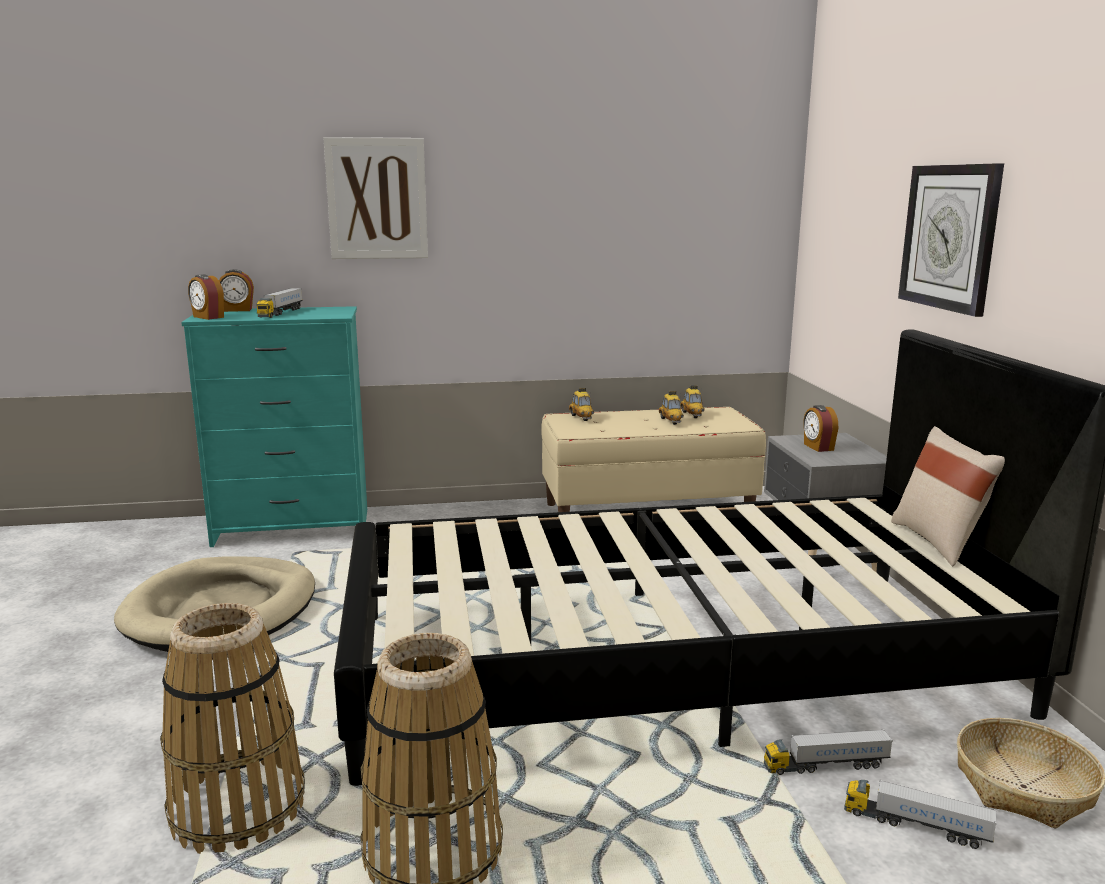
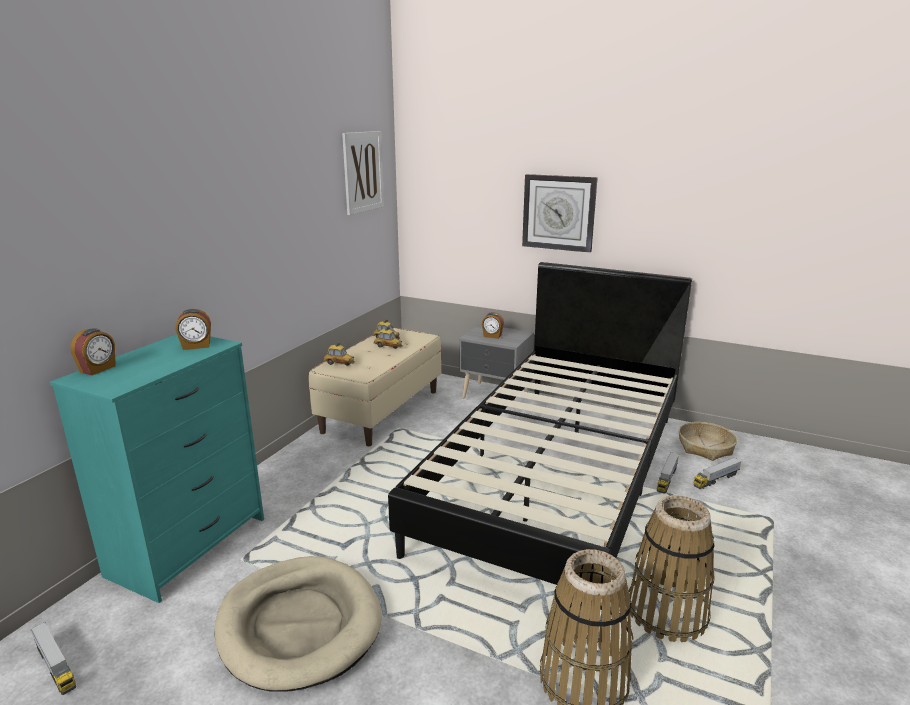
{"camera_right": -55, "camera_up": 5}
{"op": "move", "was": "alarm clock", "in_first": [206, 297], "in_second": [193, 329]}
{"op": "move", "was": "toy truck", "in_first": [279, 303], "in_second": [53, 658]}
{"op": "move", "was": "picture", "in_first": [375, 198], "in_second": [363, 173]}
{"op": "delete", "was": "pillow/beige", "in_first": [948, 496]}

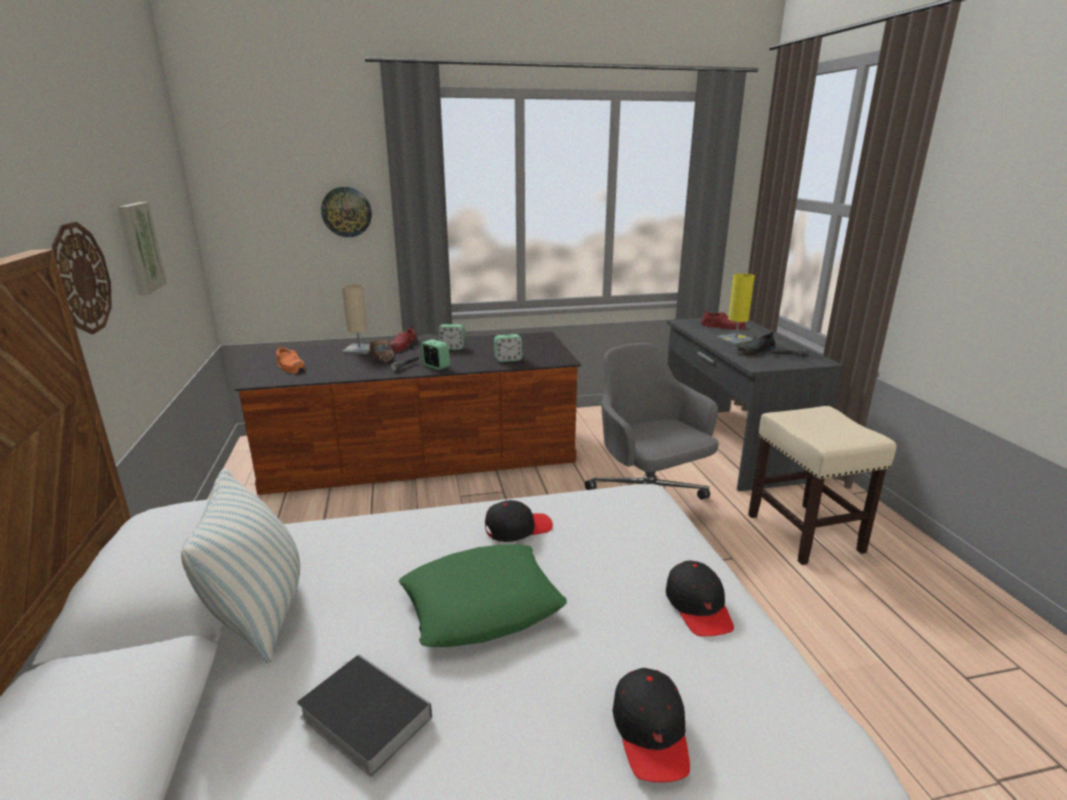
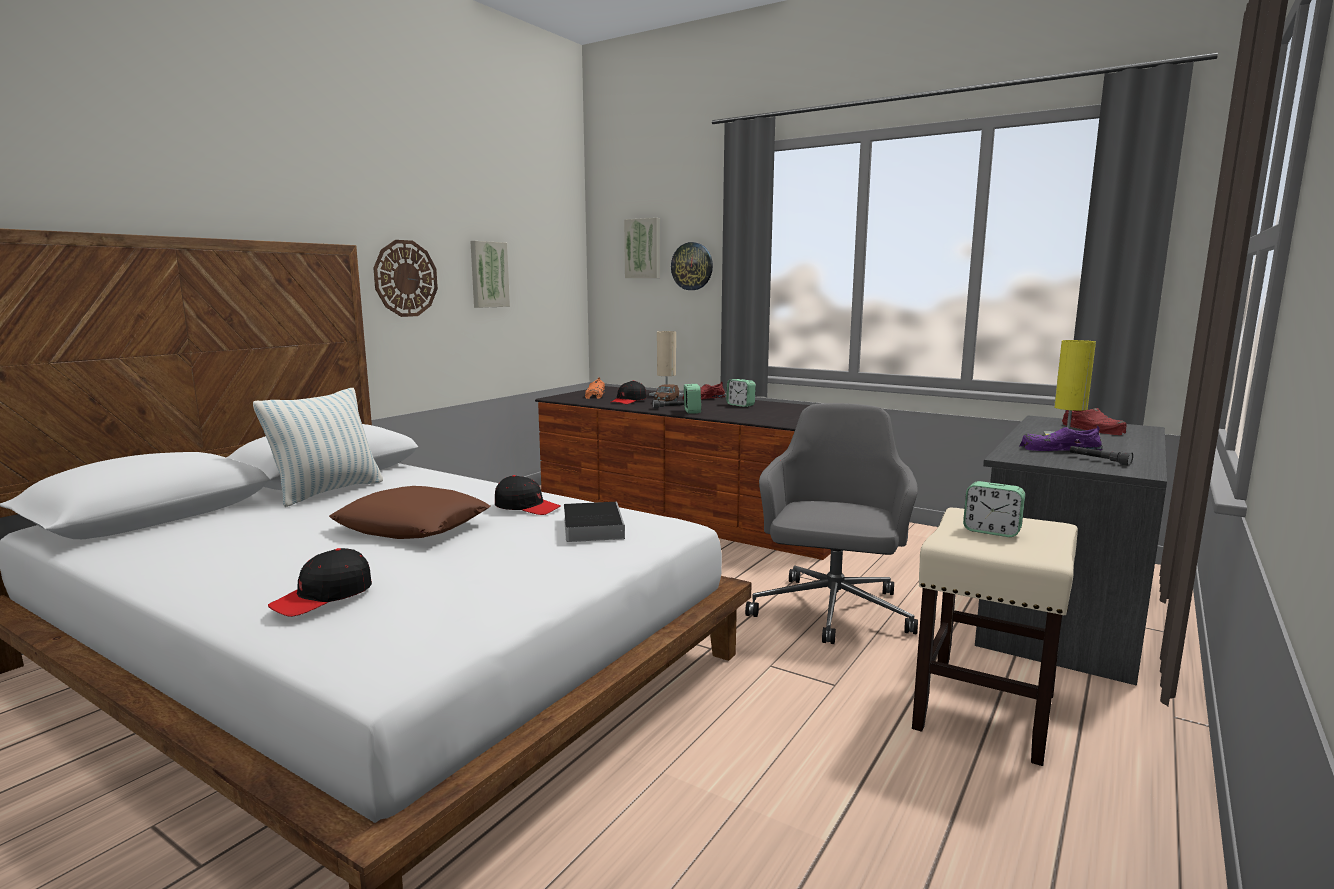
{"camera_right": 45, "camera_up": -10}
{"op": "move", "was": "book", "in_first": [364, 715], "in_second": [594, 522]}
{"op": "recolor", "was": "pillow/green", "now": "pillow/brown", "in_first": [483, 595], "in_second": [409, 512]}
{"op": "move", "was": "alarm clock", "in_first": [508, 348], "in_second": [994, 509]}
{"op": "move", "was": "cap/black", "in_first": [700, 598], "in_second": [628, 392]}
{"op": "recolor", "was": "shoe/black", "now": "shoe/purple", "in_first": [756, 344], "in_second": [1061, 438]}
{"op": "insert", "now": "picture", "in_second": [642, 248]}

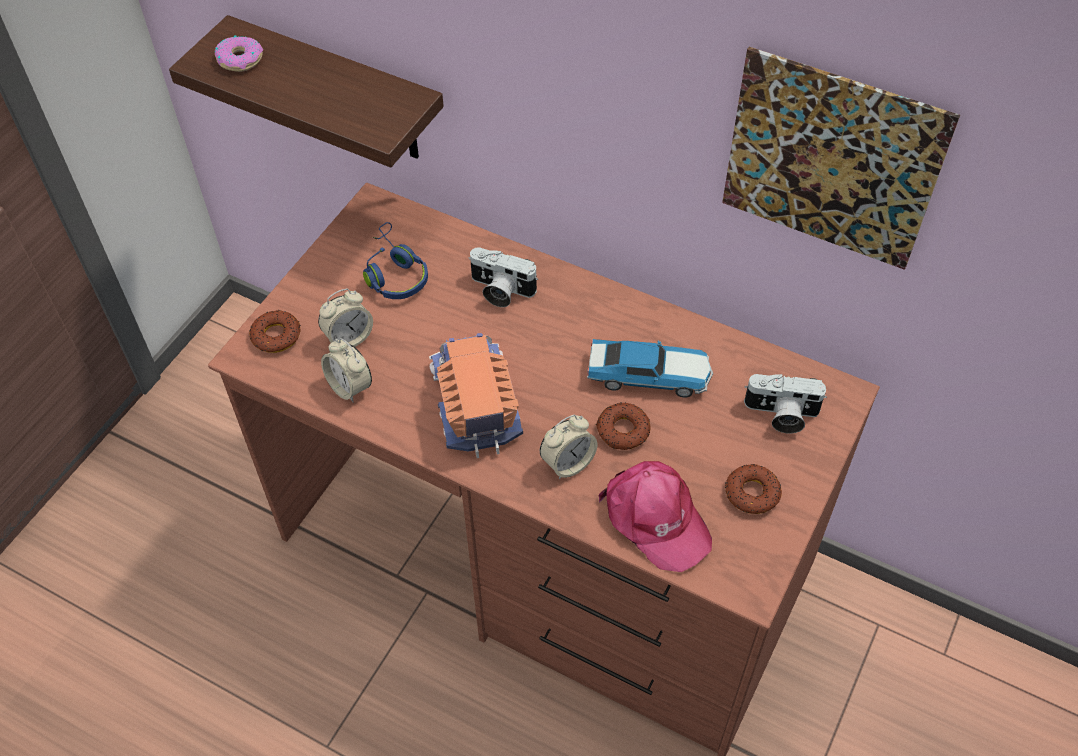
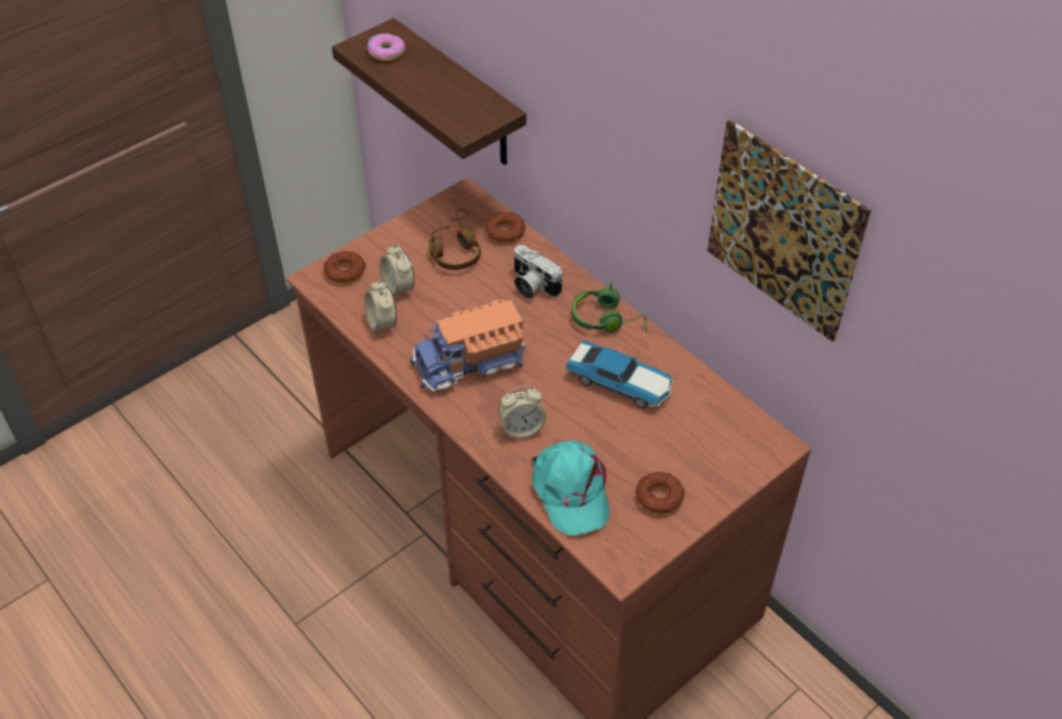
{"camera_right": 20, "camera_up": -5}
{"op": "rotate", "was": "alarm clock", "in_first": [345, 318], "in_second": [397, 271], "clockwise": 75}
{"op": "recolor", "was": "headphones/blue", "now": "headphones/brown", "in_first": [395, 260], "in_second": [455, 239]}
{"op": "rotate", "was": "toy truck", "in_first": [476, 395], "in_second": [467, 345], "clockwise": -120}
{"op": "move", "was": "donut", "in_first": [623, 426], "in_second": [505, 227]}
{"op": "recolor", "was": "cap/pink", "now": "cap/turquoise", "in_first": [655, 516], "in_second": [570, 488]}
{"op": "delete", "was": "photo camera", "in_first": [785, 404]}
{"op": "insert", "now": "headphones/green", "in_second": [609, 307]}

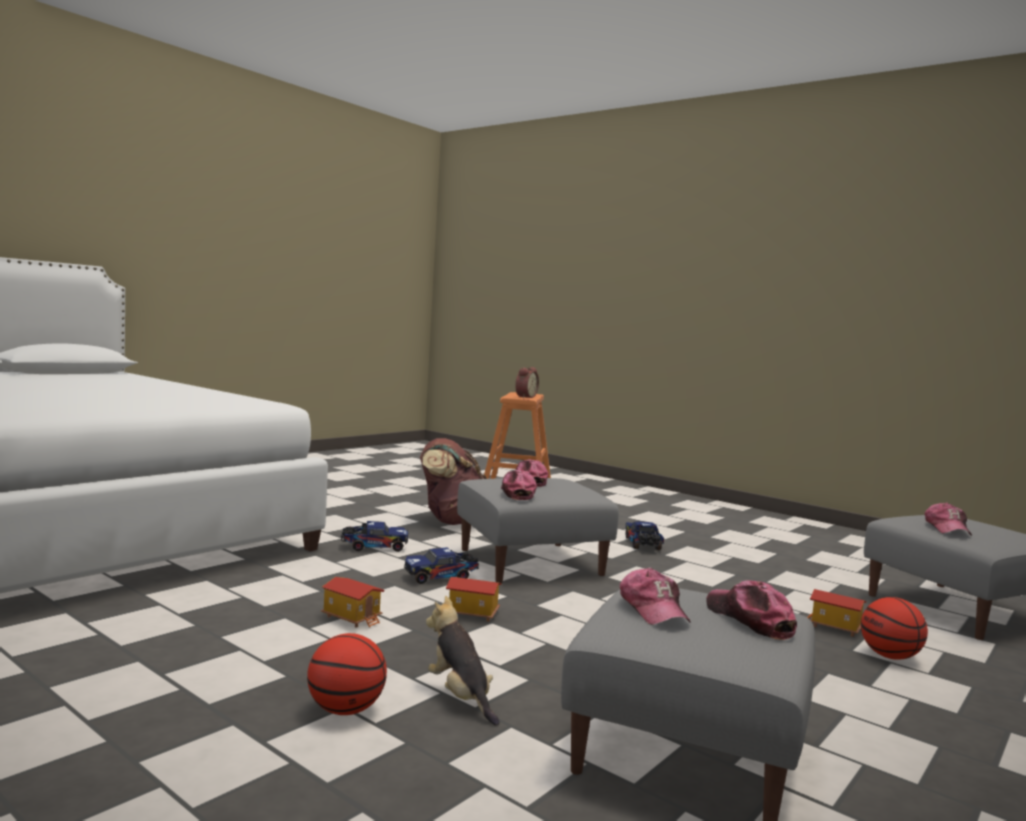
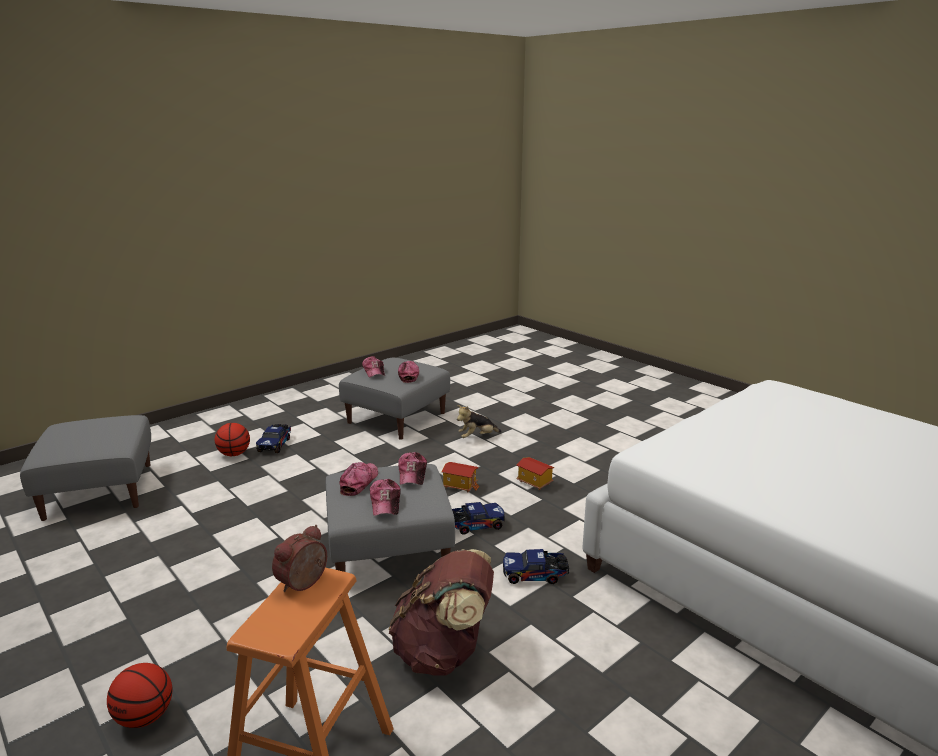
{"camera_right": -170, "camera_up": 15}
{"op": "move", "was": "basketball", "in_first": [347, 674], "in_second": [139, 695]}
{"op": "rotate", "was": "plush toy", "in_first": [462, 661], "in_second": [479, 421], "clockwise": 90}
{"op": "move", "was": "toy truck", "in_first": [645, 535], "in_second": [273, 438]}
{"op": "delete", "was": "toy house", "in_first": [837, 613]}
{"op": "move", "was": "cap", "in_first": [948, 519], "in_second": [358, 479]}

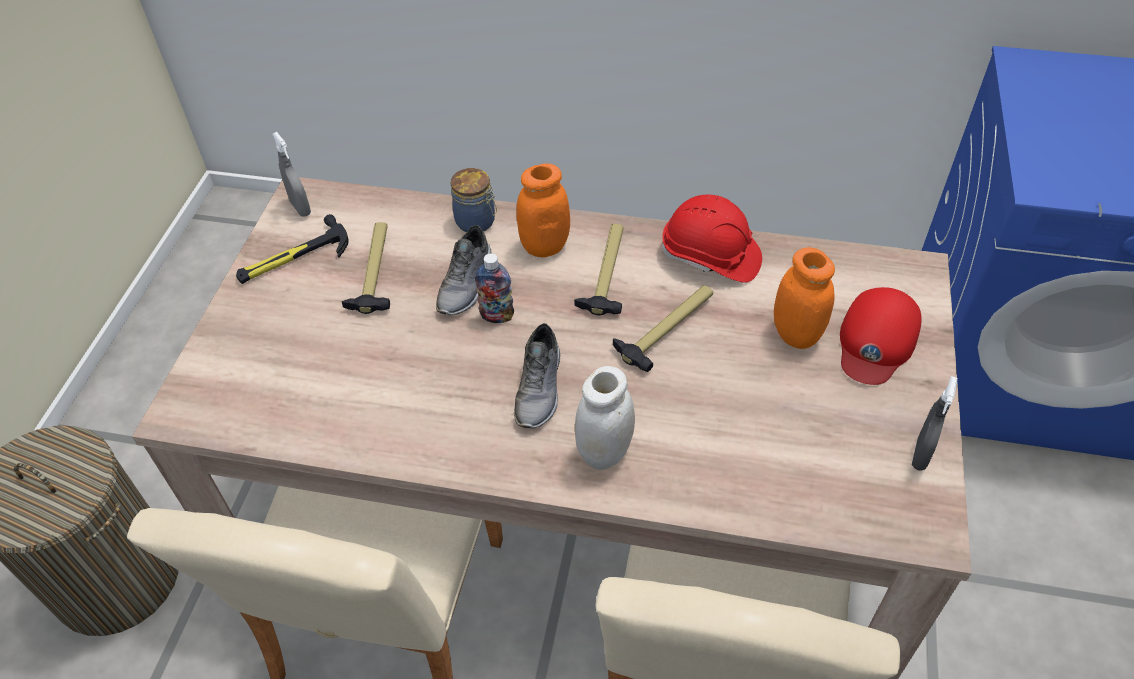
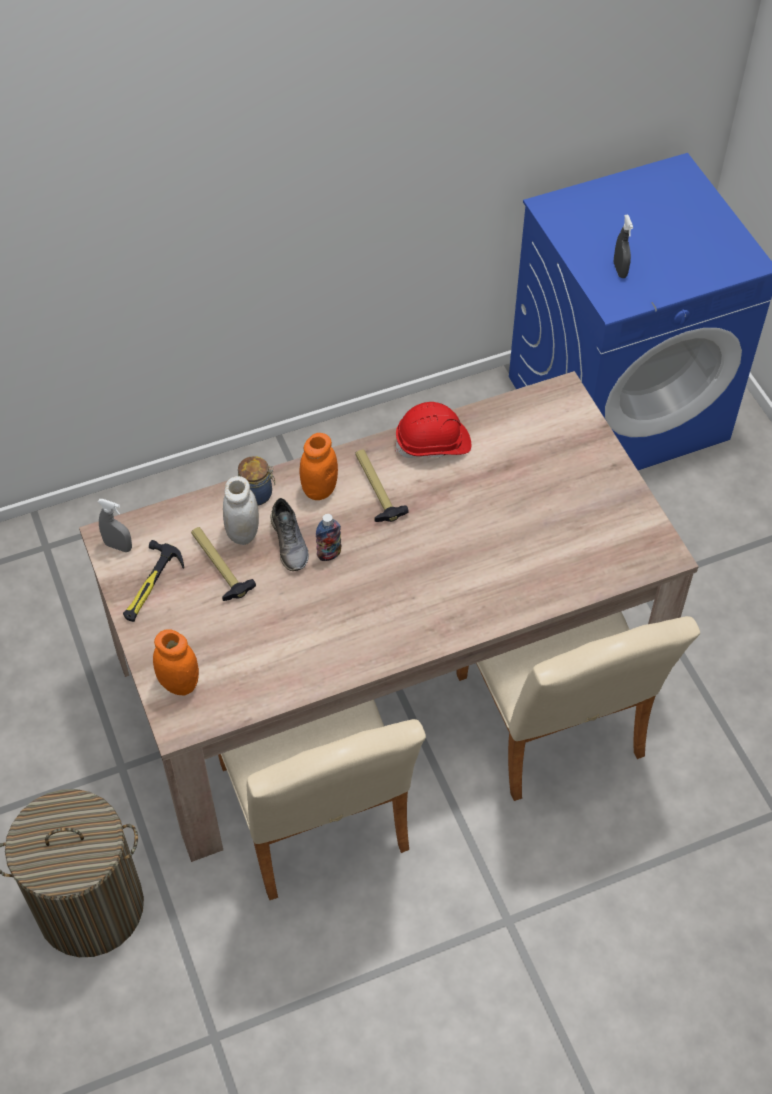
{"camera_right": -35, "camera_up": 5}
{"op": "delete", "was": "shoe/grey", "in_first": [537, 376]}
{"op": "move", "was": "jar/white", "in_first": [605, 418], "in_second": [241, 510]}
{"op": "delete", "was": "hammer", "in_first": [663, 328]}
{"op": "move", "was": "jar/orange", "in_first": [804, 298], "in_second": [176, 662]}
{"op": "delete", "was": "cap/red", "in_first": [881, 336]}
{"op": "move", "was": "spray bottle/grey", "in_first": [935, 423], "in_second": [623, 246]}

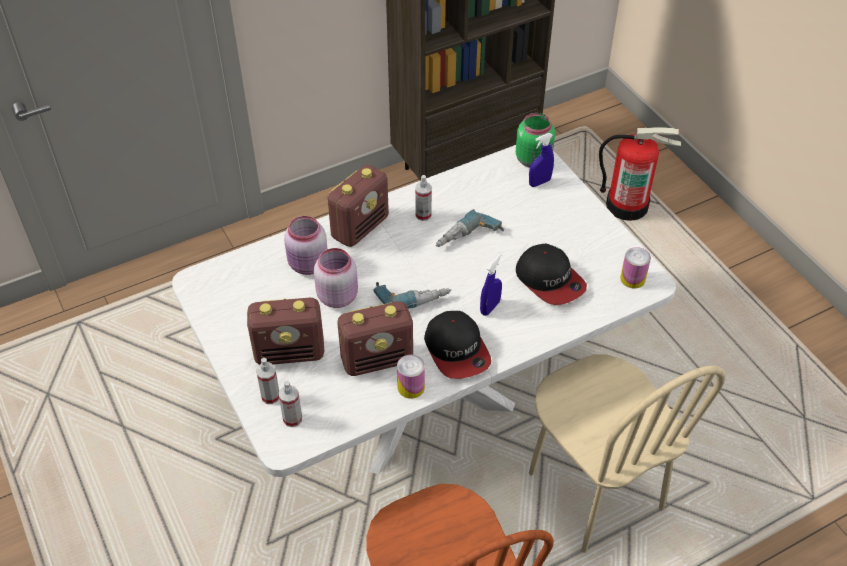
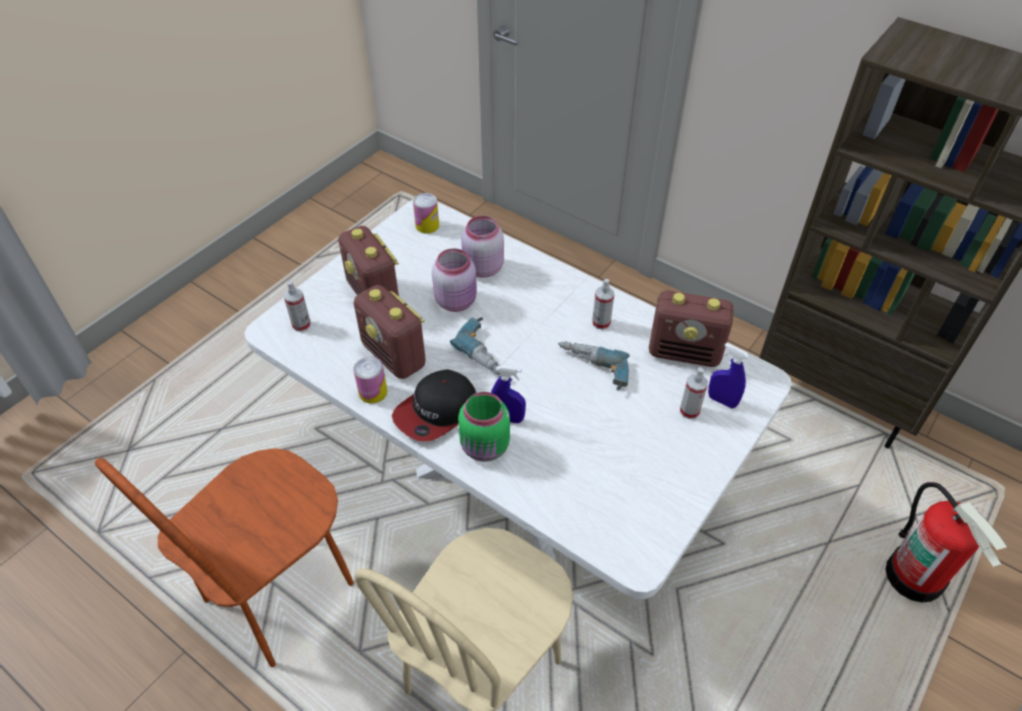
{"camera_right": 65, "camera_up": 0}
{"op": "move", "was": "spray bottle", "in_first": [267, 381], "in_second": [694, 393]}
{"op": "move", "was": "radio", "in_first": [358, 206], "in_second": [691, 328]}
{"op": "move", "was": "jar/green", "in_first": [535, 140], "in_second": [484, 427]}
{"op": "delete", "was": "cap", "in_first": [551, 274]}
{"op": "move", "was": "can", "in_first": [635, 267], "in_second": [426, 213]}

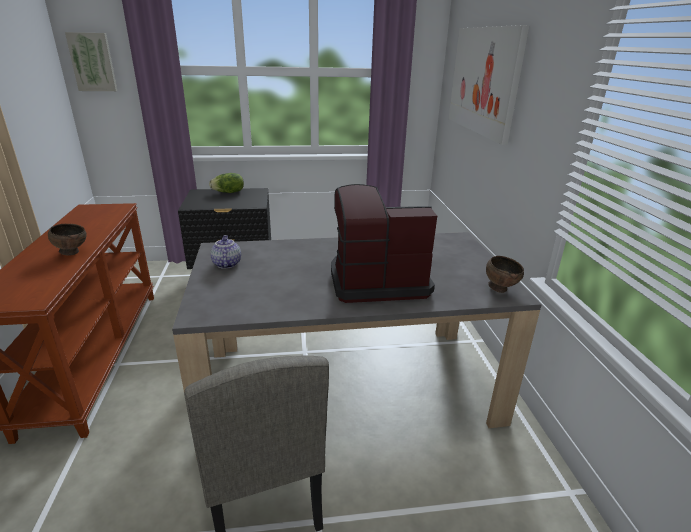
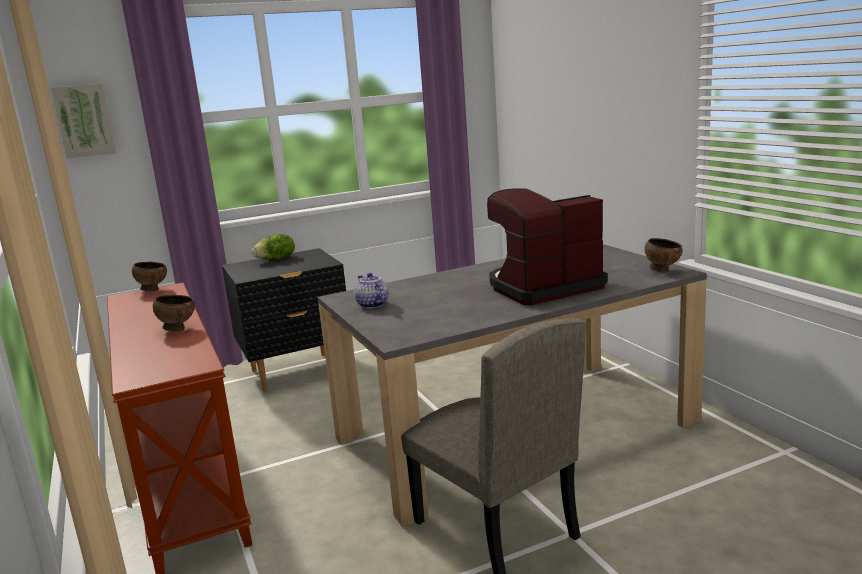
{"camera_right": -15, "camera_up": -10}
{"op": "delete", "was": "picture", "in_first": [489, 85]}
{"op": "insert", "now": "bowl/brown", "in_second": [149, 277]}

